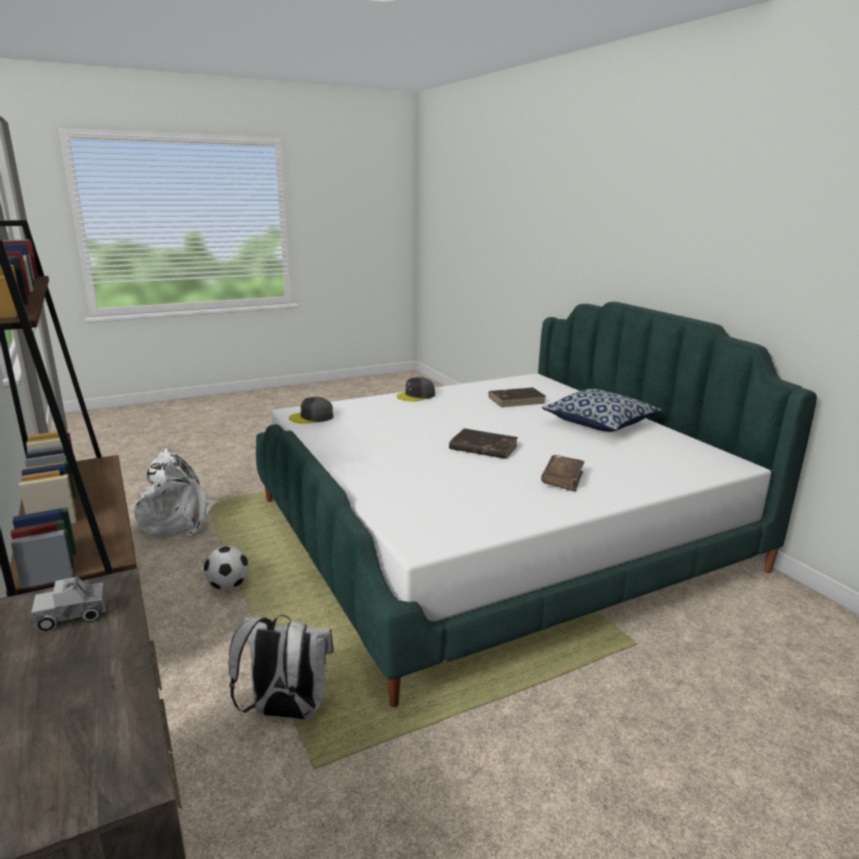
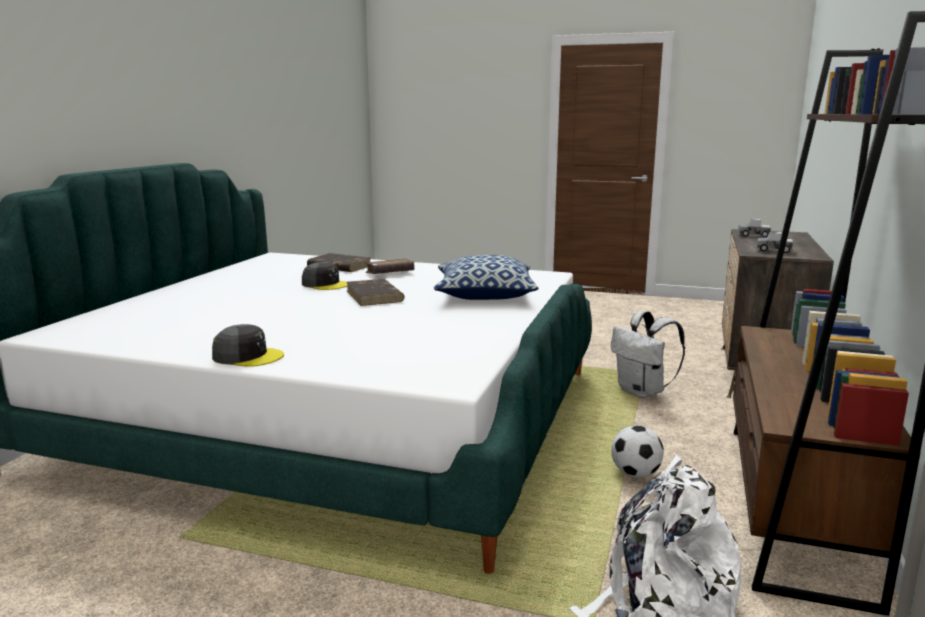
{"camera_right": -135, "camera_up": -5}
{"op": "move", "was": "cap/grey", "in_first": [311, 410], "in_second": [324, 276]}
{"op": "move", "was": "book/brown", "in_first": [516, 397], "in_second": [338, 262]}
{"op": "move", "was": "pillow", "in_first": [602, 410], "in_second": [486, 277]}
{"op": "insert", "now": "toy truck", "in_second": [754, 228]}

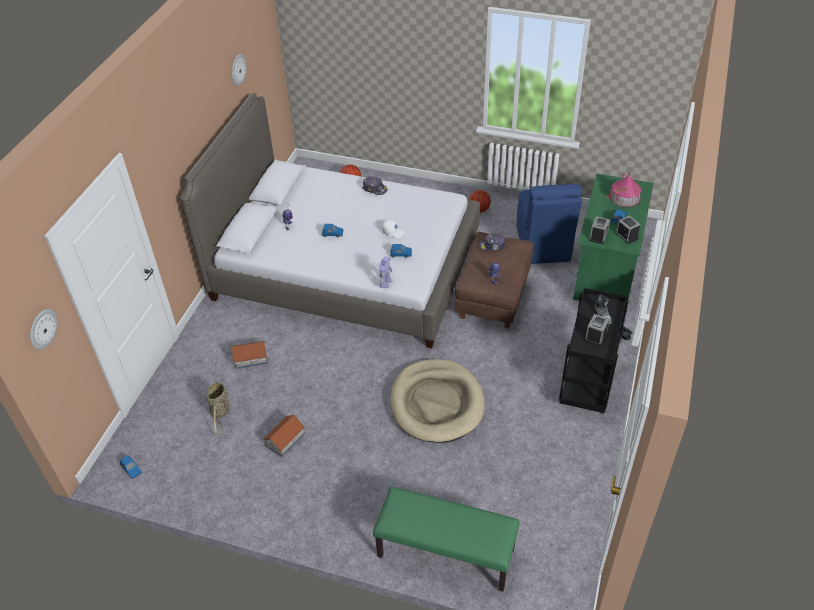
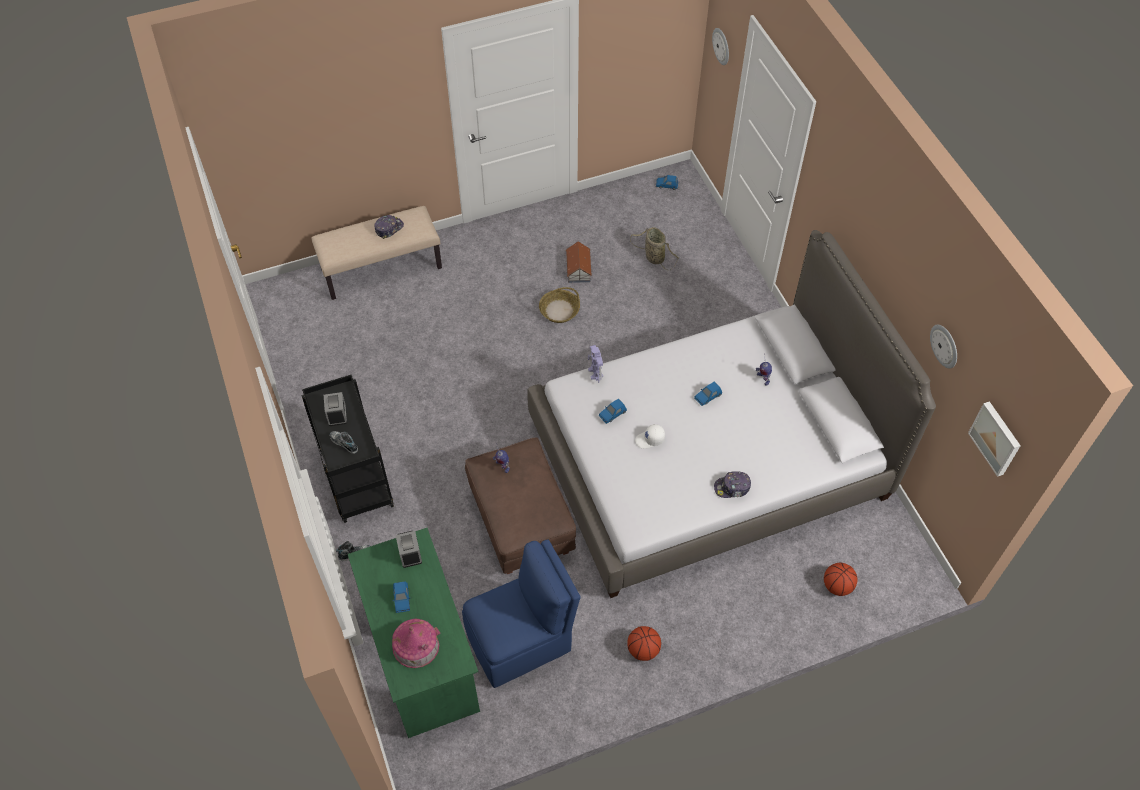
{"camera_right": 140, "camera_up": 10}
{"op": "delete", "was": "toy house", "in_first": [249, 355]}
{"op": "recolor", "was": "bench/green", "now": "bench/beige", "in_first": [446, 539], "in_second": [377, 253]}
{"op": "delete", "was": "dog bed/beige", "in_first": [437, 401]}
{"op": "move", "was": "cap", "in_first": [492, 242], "in_second": [389, 227]}
{"op": "rotate", "was": "chair/blue", "in_first": [549, 224], "in_second": [521, 613], "clockwise": 105}
{"op": "delete", "was": "alarm clock", "in_first": [628, 229]}
{"op": "insert", "now": "basket", "in_second": [559, 305]}
{"op": "insert", "now": "picture", "in_second": [994, 439]}

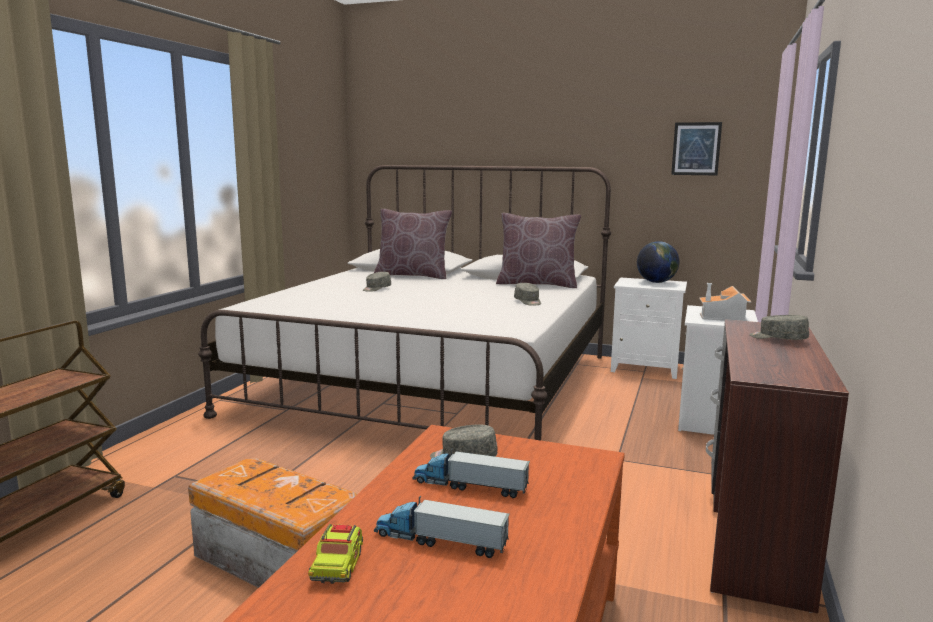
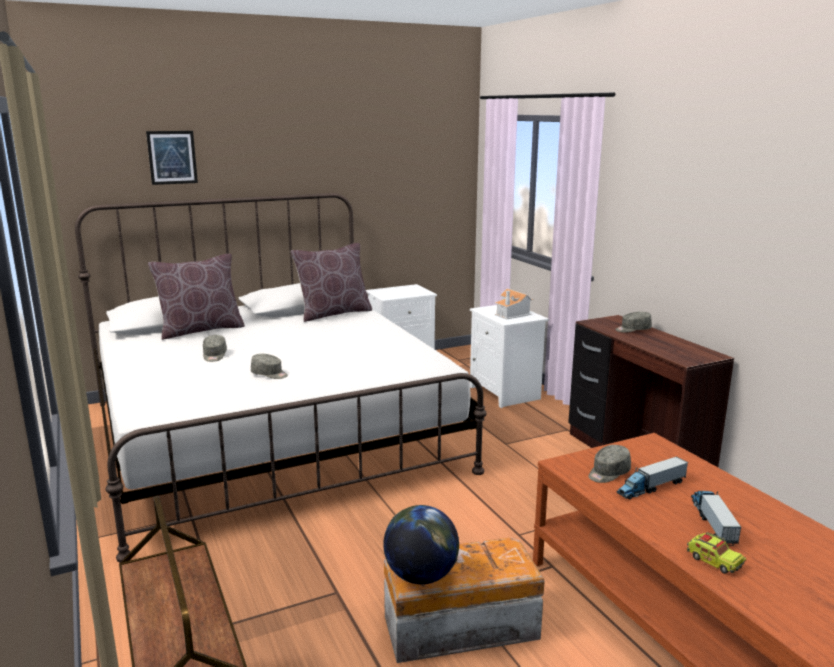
{"camera_right": -45, "camera_up": 5}
{"op": "rotate", "was": "toy truck", "in_first": [442, 527], "in_second": [716, 518], "clockwise": 120}
{"op": "move", "was": "cap/grey", "in_first": [527, 294], "in_second": [269, 366]}
{"op": "move", "was": "globe", "in_first": [658, 262], "in_second": [421, 544]}
{"op": "move", "was": "picture", "in_first": [696, 148], "in_second": [172, 158]}

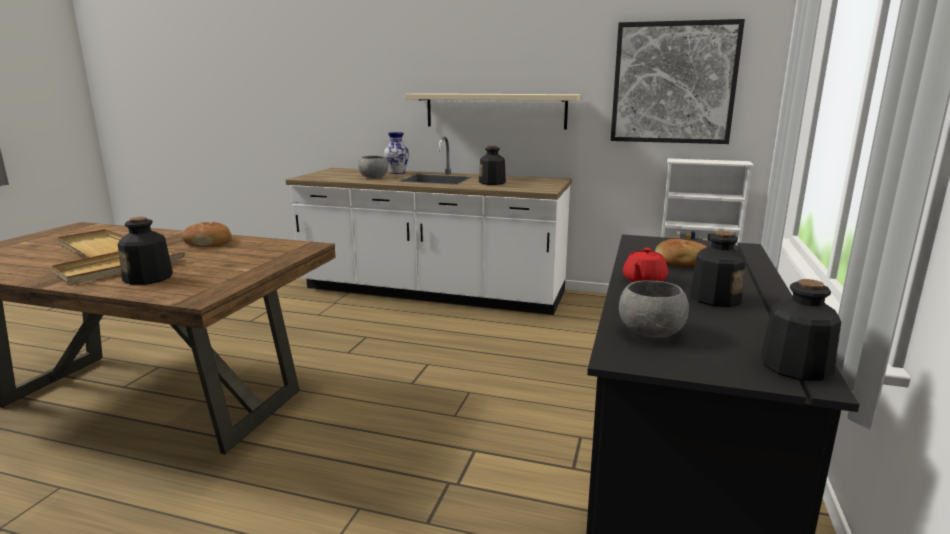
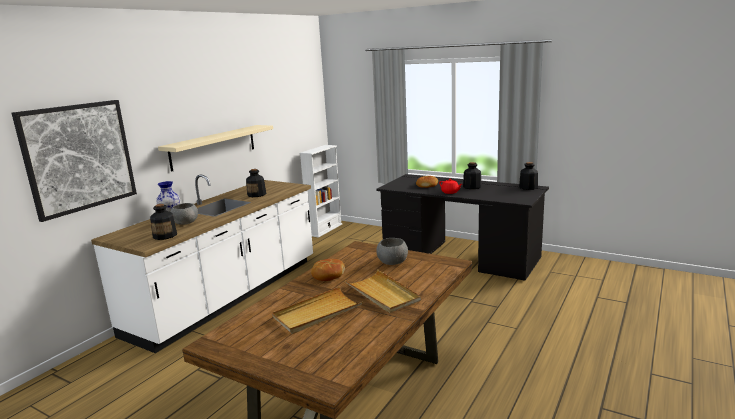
{"camera_right": -75, "camera_up": 0}
{"op": "move", "was": "bottle", "in_first": [145, 251], "in_second": [163, 222]}
{"op": "move", "was": "picture", "in_first": [678, 81], "in_second": [74, 161]}
{"op": "move", "was": "bowl/grey", "in_first": [654, 309], "in_second": [392, 251]}

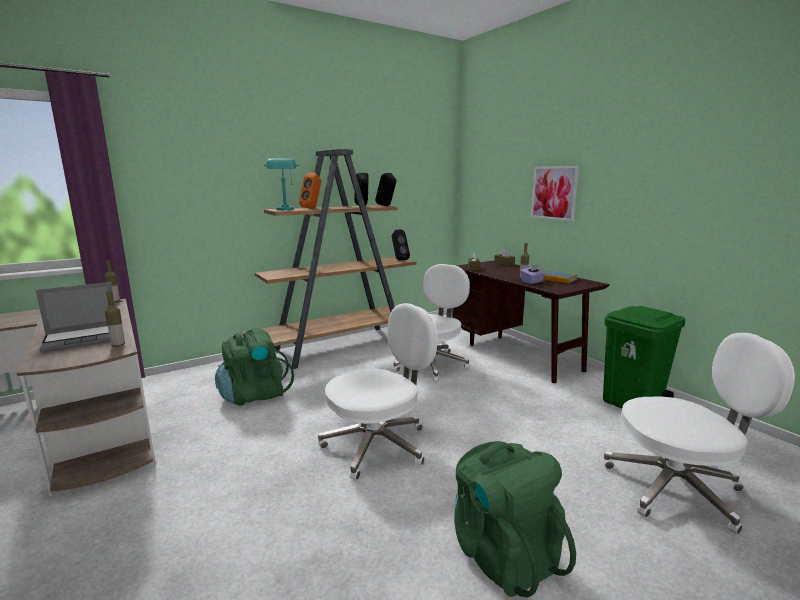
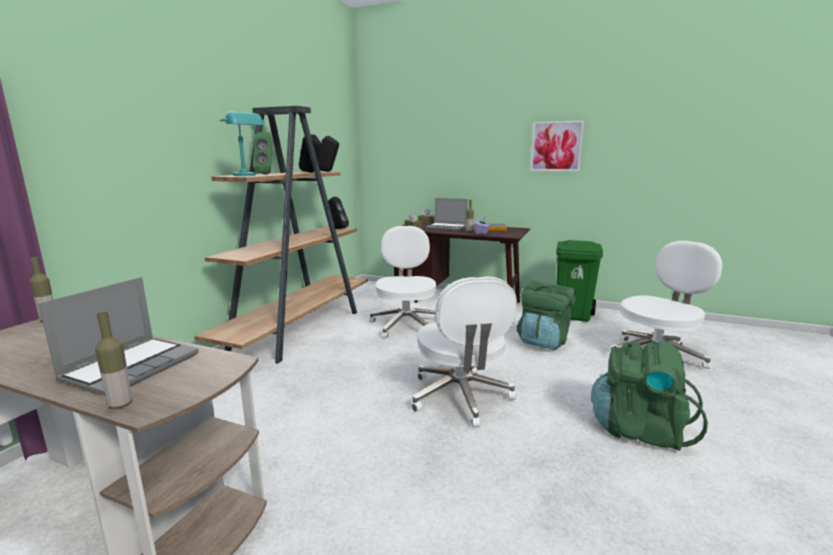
{"camera_right": -35, "camera_up": 0}
{"op": "move", "was": "bottle", "in_first": [115, 319], "in_second": [113, 360]}
{"op": "move", "was": "backpack/green", "in_first": [254, 367], "in_second": [546, 315]}
{"op": "recolor", "was": "speaker/orange", "now": "speaker/green", "in_first": [310, 191], "in_second": [262, 153]}
{"op": "rotate", "was": "office chair/white", "in_first": [378, 391], "in_second": [464, 351], "clockwise": 150}
{"op": "move", "was": "picture", "in_first": [555, 193], "in_second": [557, 146]}
{"op": "insert", "now": "laptop", "in_second": [447, 214]}

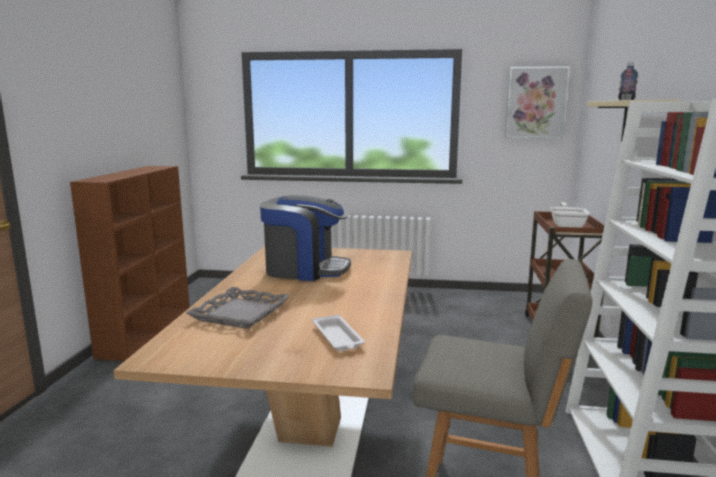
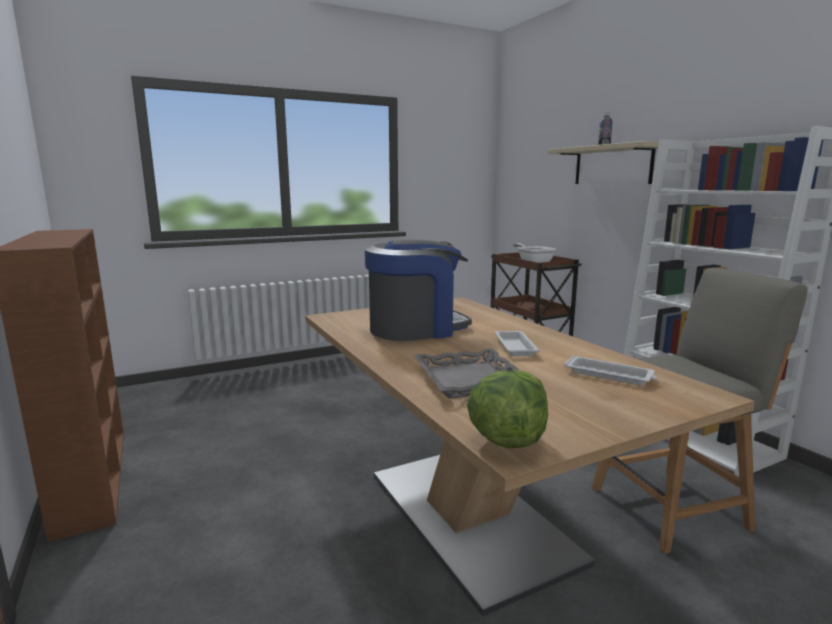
{"camera_right": -35, "camera_up": 0}
{"op": "delete", "was": "picture", "in_first": [537, 102]}
{"op": "insert", "now": "lettuce", "in_second": [507, 409]}
{"op": "insert", "now": "tray/white", "in_second": [517, 343]}

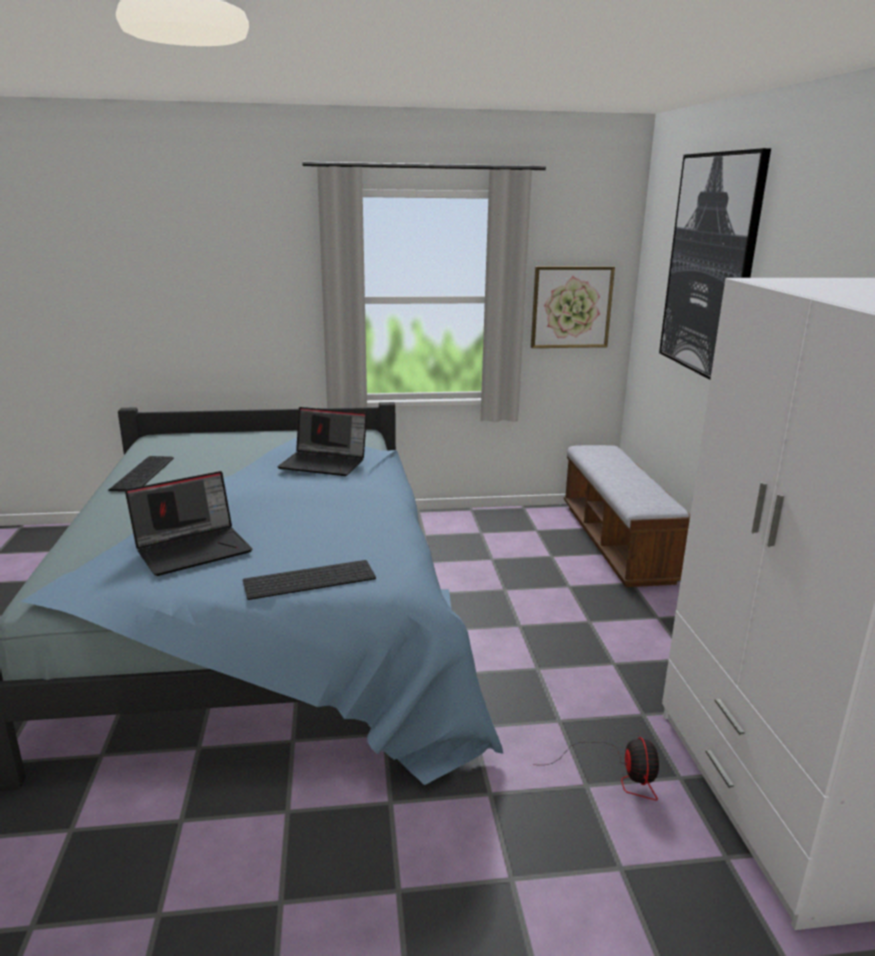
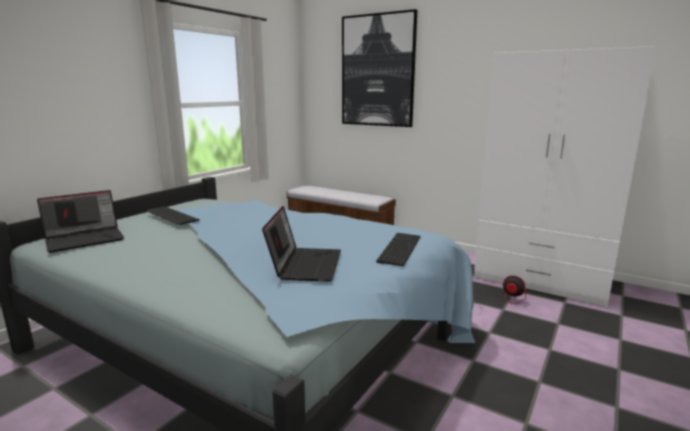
{"camera_right": -50, "camera_up": -5}
{"op": "move", "was": "keyboard", "in_first": [141, 474], "in_second": [173, 215]}
{"op": "move", "was": "laptop", "in_first": [322, 441], "in_second": [80, 221]}
{"op": "delete", "was": "picture", "in_first": [573, 307]}

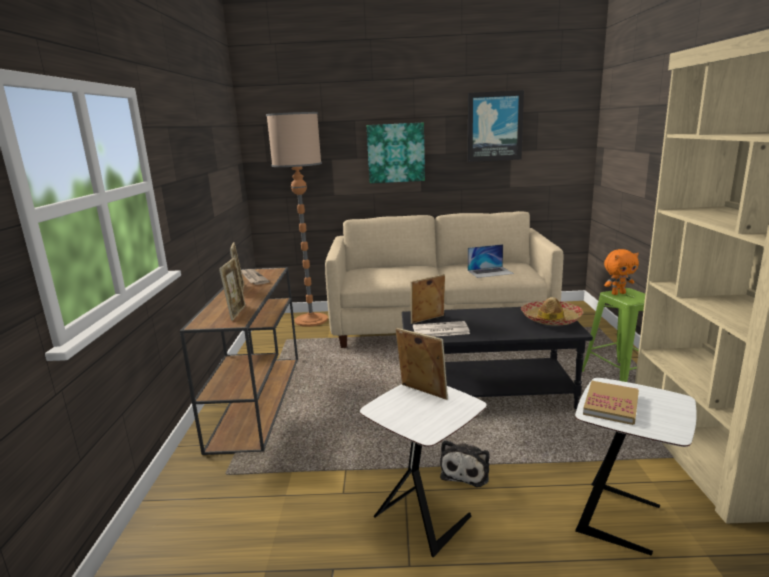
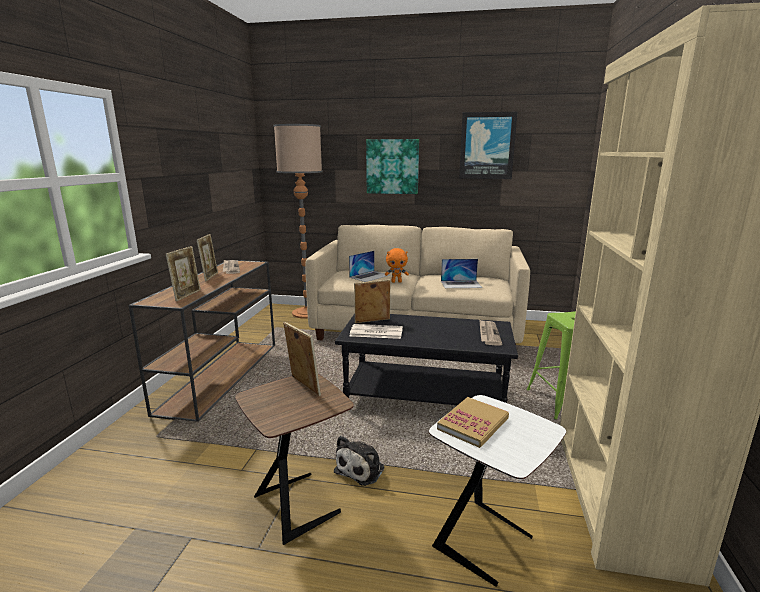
{"camera_right": 10, "camera_up": 0}
{"op": "recolor", "was": "side table/white", "now": "side table/brown", "in_first": [423, 470], "in_second": [294, 459]}
{"op": "replace", "was": "hat", "now": "newspaper", "in_first": [552, 311], "in_second": [490, 332]}
{"op": "move", "was": "plush toy/orange", "in_first": [621, 272], "in_second": [397, 265]}
{"op": "insert", "now": "laptop", "in_second": [369, 266]}

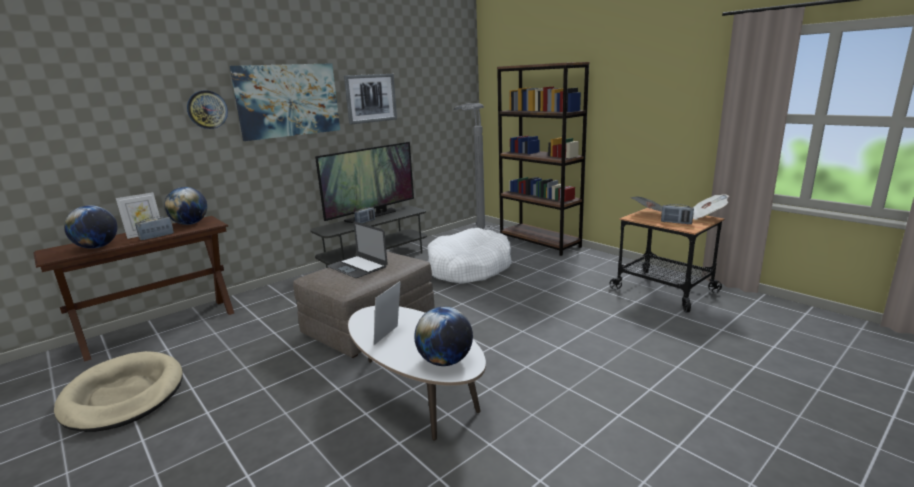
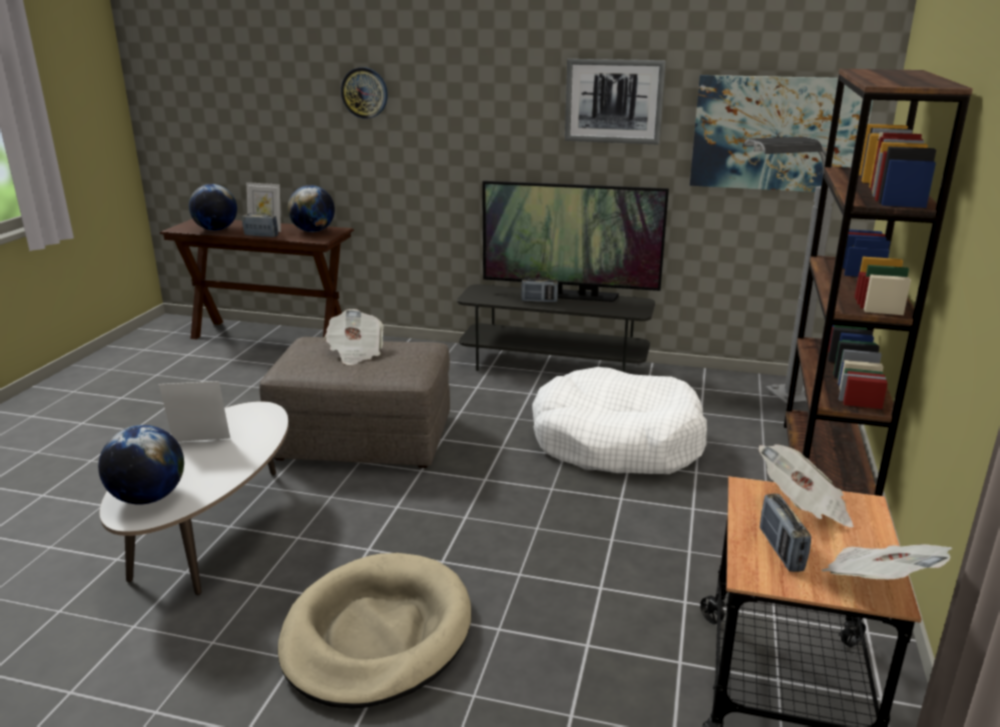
{"camera_right": 55, "camera_up": 5}
{"op": "move", "was": "dog bed/beige", "in_first": [118, 391], "in_second": [374, 631]}
{"op": "move", "was": "picture", "in_first": [285, 102], "in_second": [781, 133]}
{"op": "replace", "was": "laptop", "now": "newspaper", "in_first": [357, 250], "in_second": [354, 337]}

